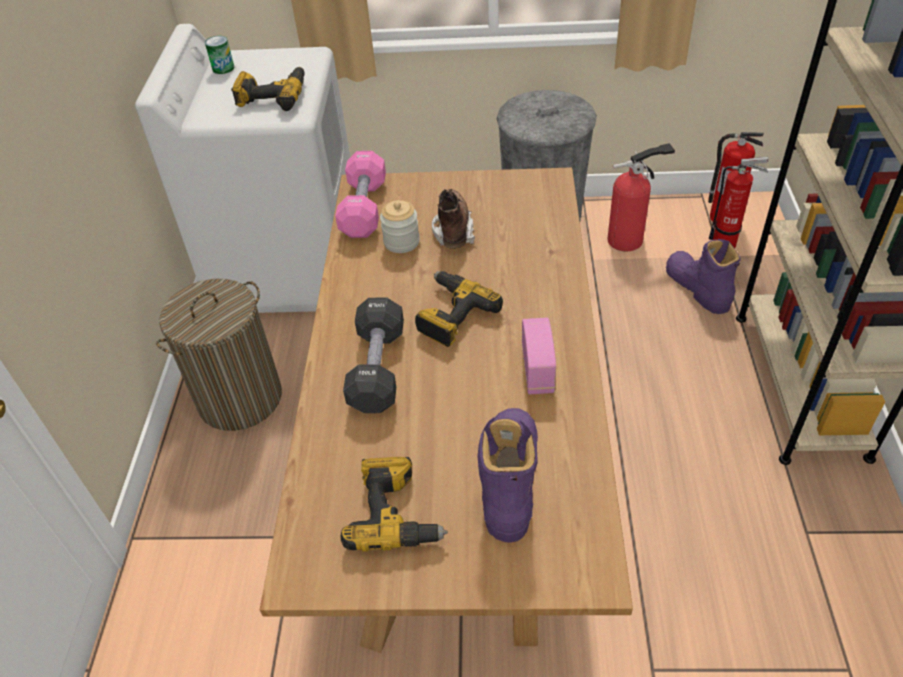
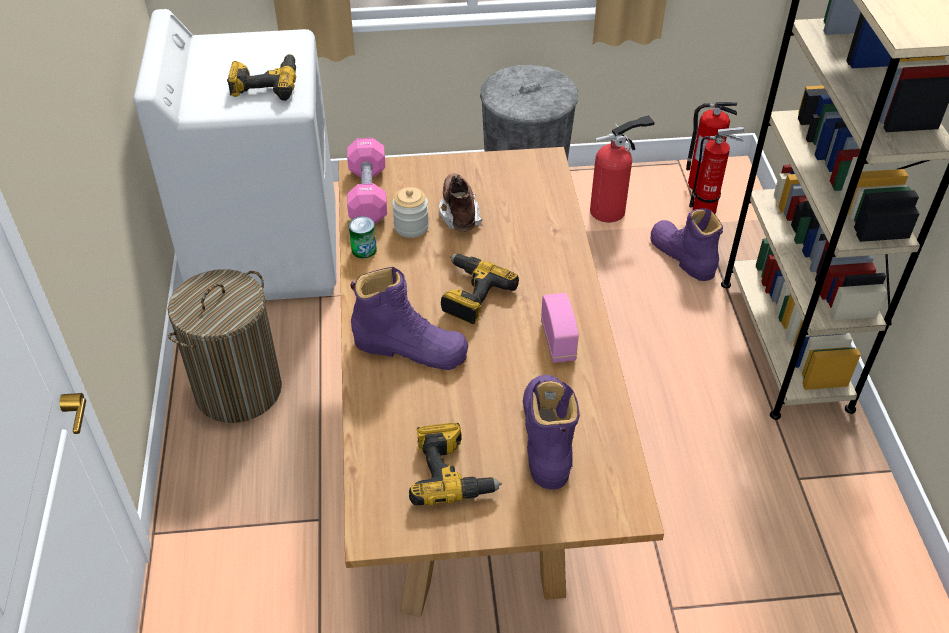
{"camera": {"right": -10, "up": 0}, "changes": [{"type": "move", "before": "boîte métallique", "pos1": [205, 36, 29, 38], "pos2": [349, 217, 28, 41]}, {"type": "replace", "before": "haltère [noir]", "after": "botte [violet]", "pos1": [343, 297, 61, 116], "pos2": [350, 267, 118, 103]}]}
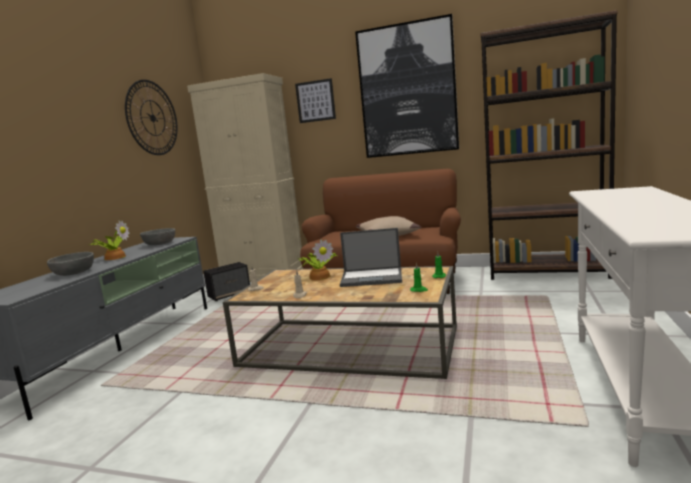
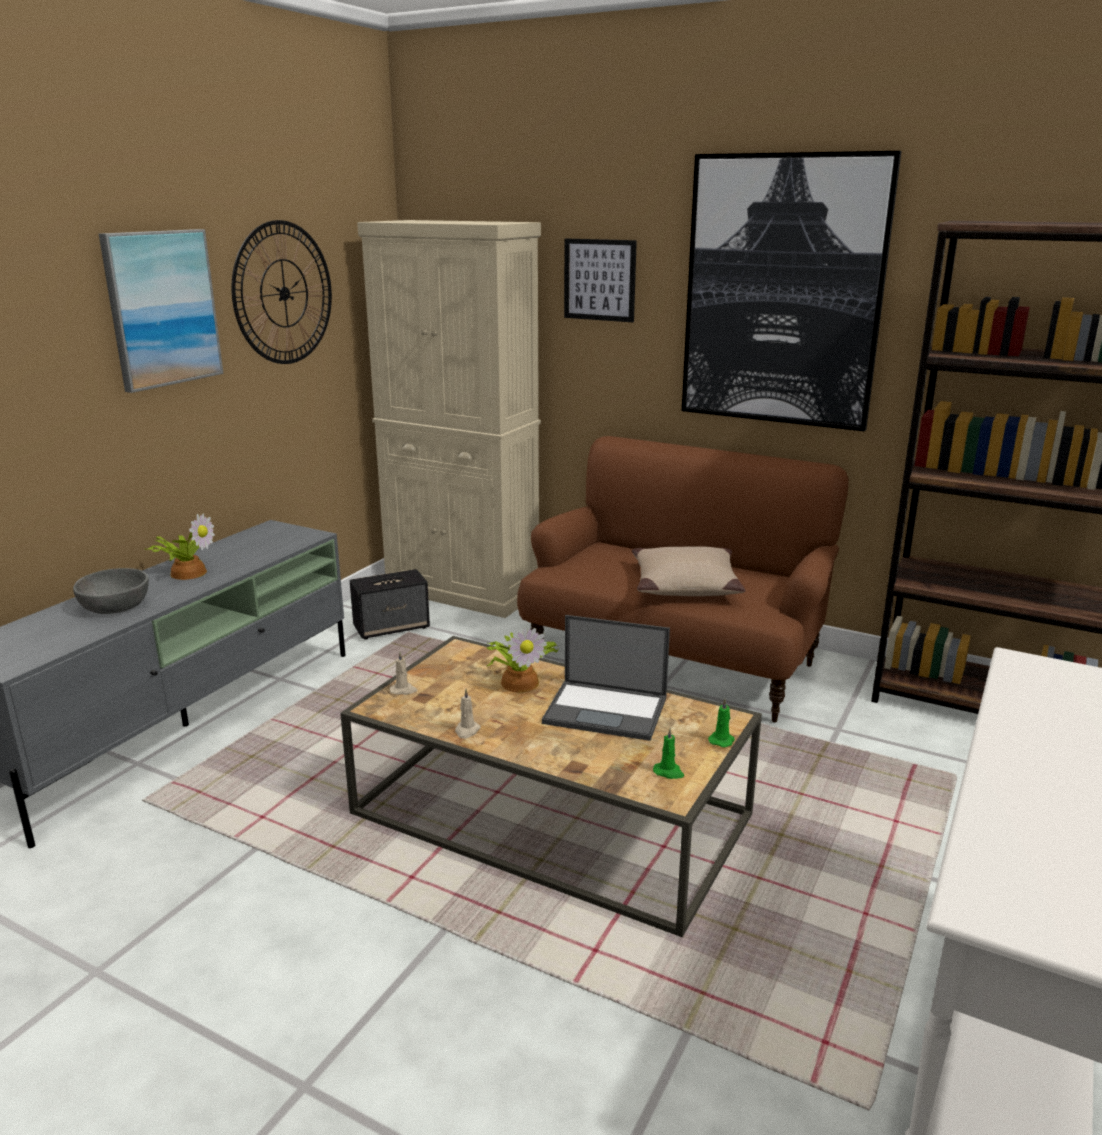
{"camera": {"right": 10, "up": 10}, "changes": [{"type": "delete", "before": "bol [gris]", "pos1": [140, 228, 35, 17]}, {"type": "insert", "after": "tableau", "pos2": [99, 229, 125, 164]}]}
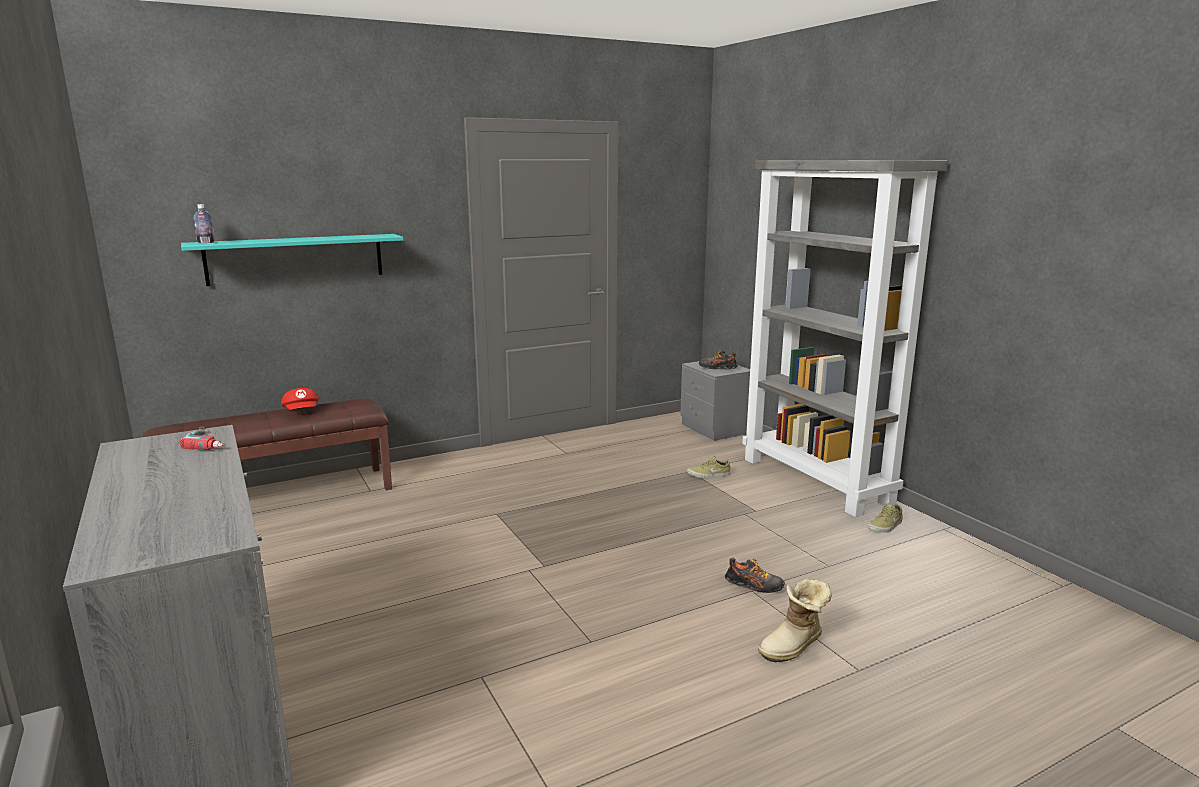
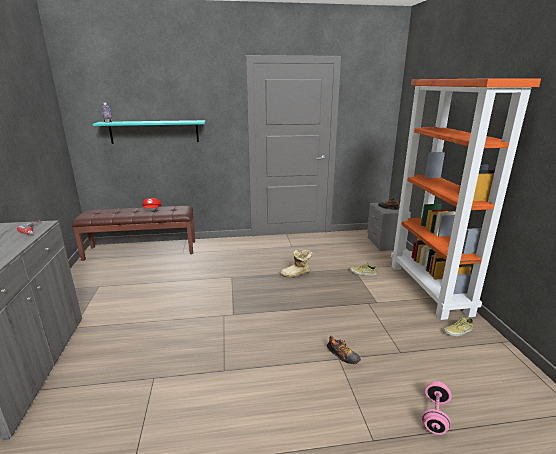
{"camera": {"right": 20, "up": 5}, "changes": [{"type": "recolor", "before": "bibliothèque [gris]", "after": "bibliothèque [orange]", "pos1": [742, 160, 206, 357], "pos2": [391, 78, 150, 242]}, {"type": "move", "before": "botte", "pos1": [758, 578, 74, 84], "pos2": [280, 250, 33, 27]}, {"type": "insert", "after": "haltère [rose]", "pos2": [422, 381, 30, 54]}]}
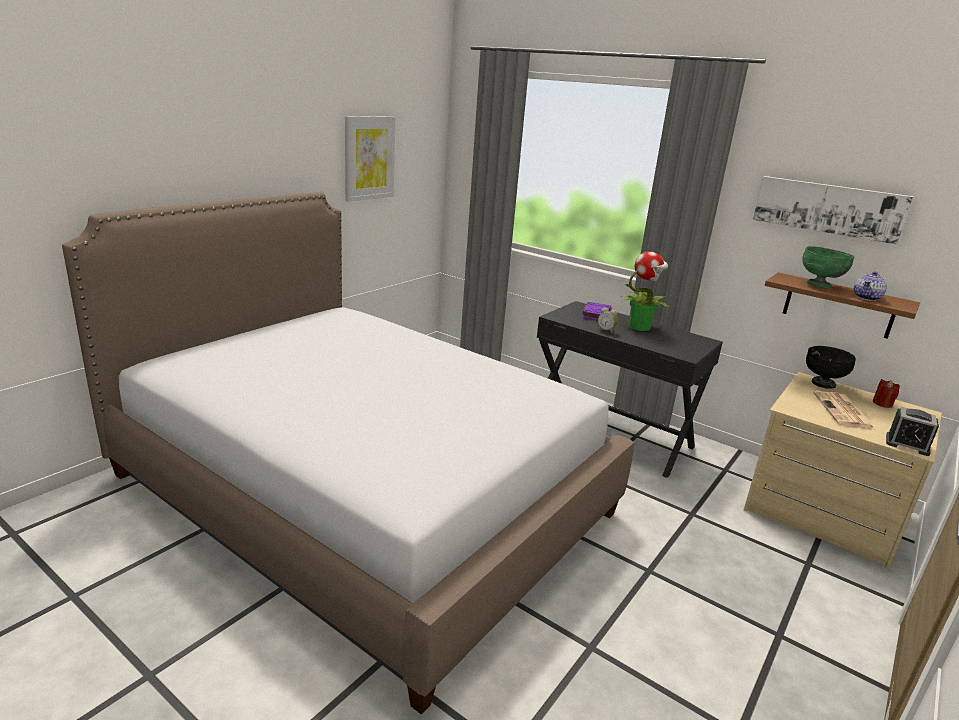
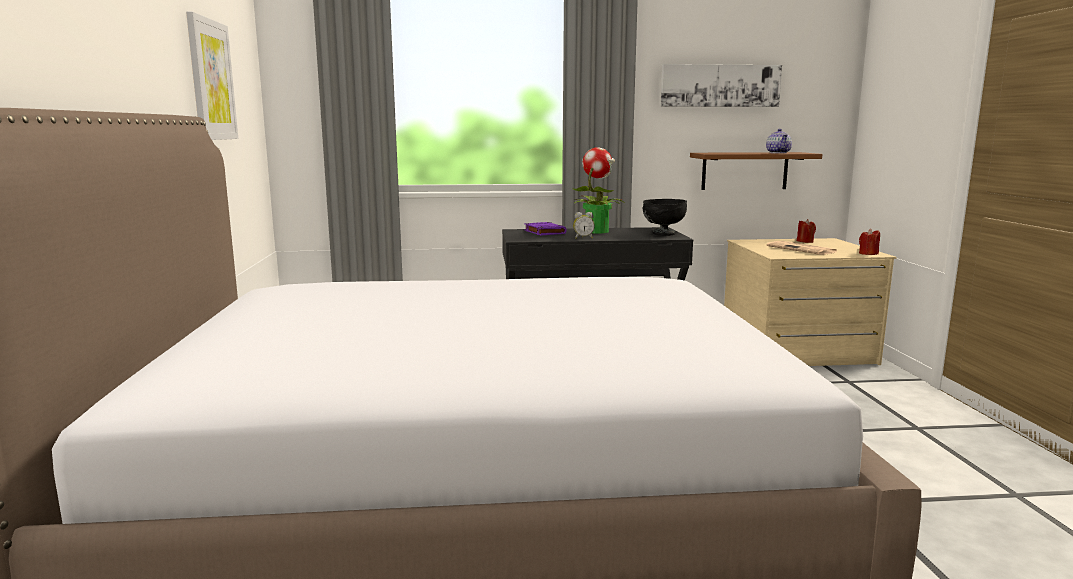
{"camera": {"right": -40, "up": -10}, "changes": [{"type": "delete", "before": "bol [vert]", "pos1": [803, 246, 52, 42]}, {"type": "move", "before": "bol [noir]", "pos1": [806, 346, 50, 43], "pos2": [642, 199, 45, 37]}, {"type": "replace", "before": "réveil", "after": "bougie [rouge]", "pos1": [886, 407, 53, 49], "pos2": [859, 229, 21, 26]}]}
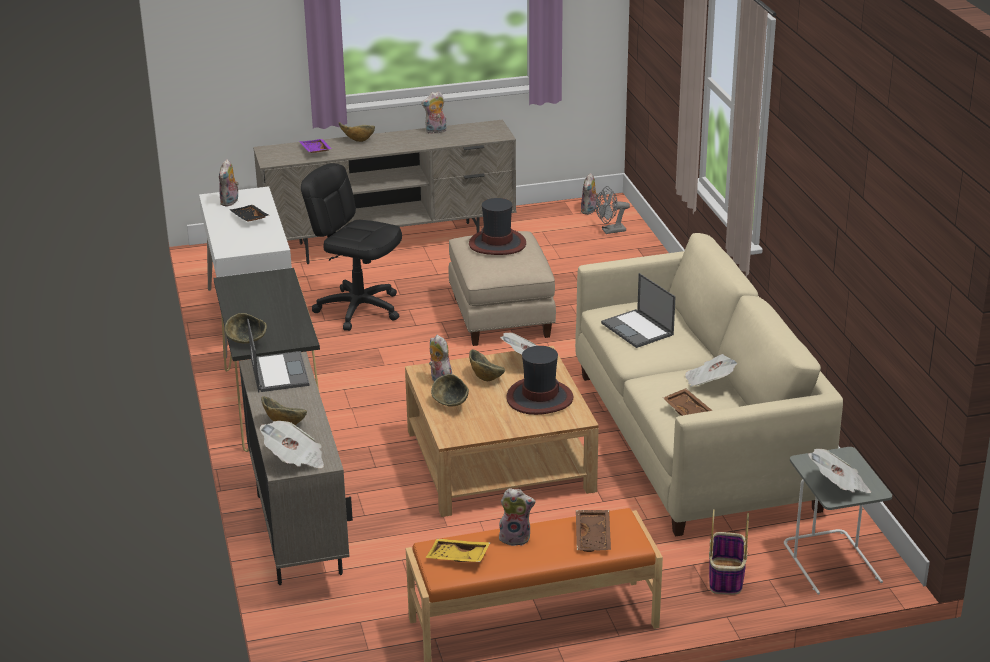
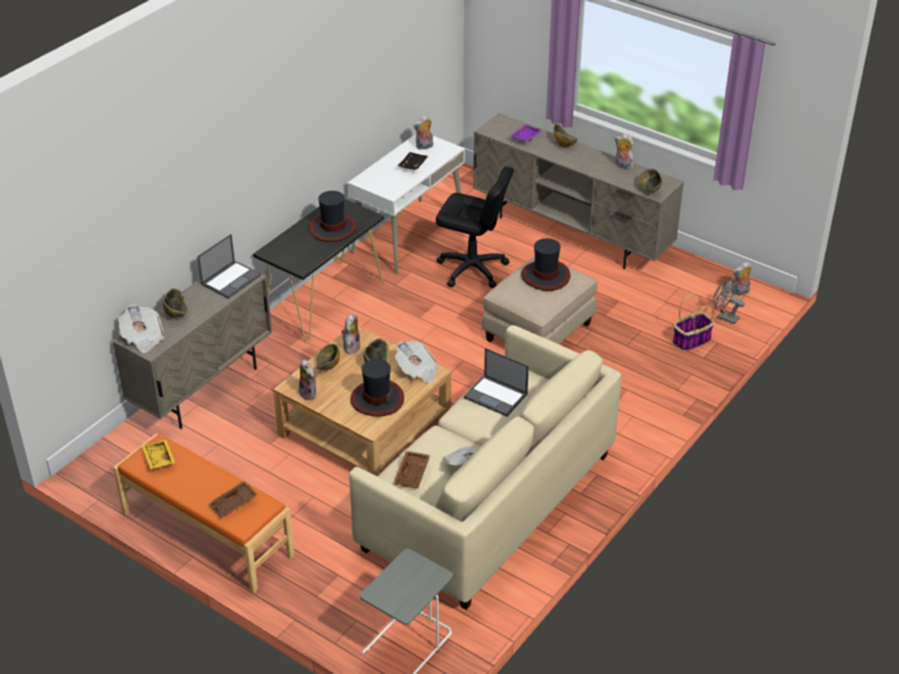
{"camera": {"right": 50, "up": 10}, "changes": [{"type": "move", "before": "bol", "pos1": [225, 313, 42, 30], "pos2": [638, 169, 24, 23]}, {"type": "rotate", "before": "chaise de bureau [noir]", "pos1": [301, 163, 101, 168], "pos2": [436, 167, 78, 121], "turn": 120}, {"type": "move", "before": "peluche", "pos1": [499, 488, 37, 58], "pos2": [299, 359, 18, 41]}, {"type": "rotate", "before": "ordinateur portable", "pos1": [601, 273, 75, 75], "pos2": [464, 348, 65, 69], "turn": -75}, {"type": "move", "before": "panier", "pos1": [709, 509, 40, 86], "pos2": [673, 294, 41, 57]}, {"type": "delete", "before": "journal", "pos1": [808, 449, 63, 44]}, {"type": "insert", "after": "chapeau", "pos2": [309, 191, 48, 51]}]}
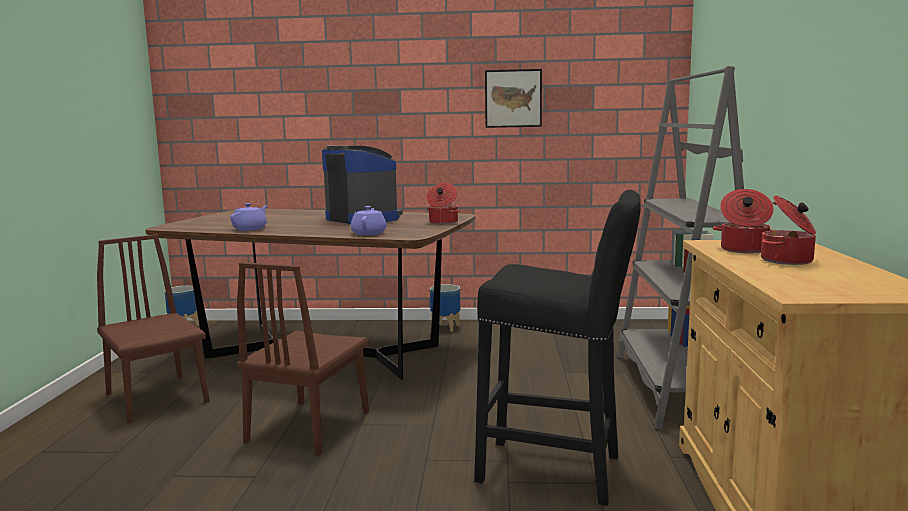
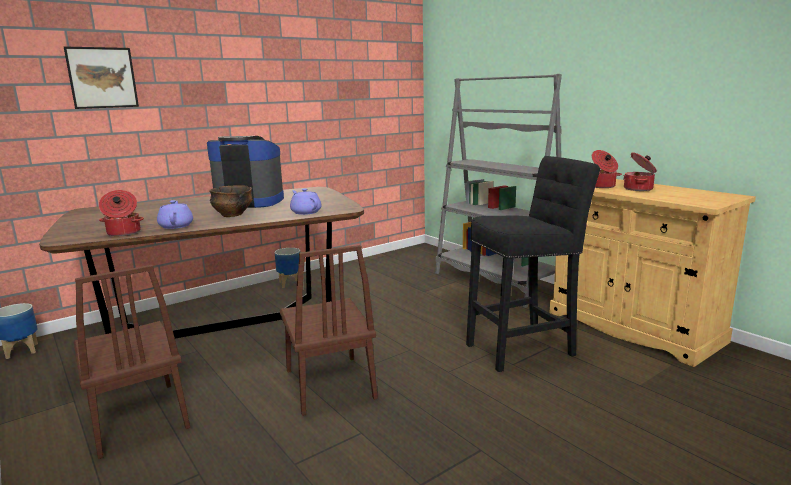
{"camera": {"right": -40, "up": 5}, "changes": [{"type": "rotate", "before": "chaise [marron]", "pos1": [97, 234, 112, 189], "pos2": [74, 265, 116, 194], "turn": -135}, {"type": "move", "before": "marmite", "pos1": [426, 183, 34, 41], "pos2": [99, 190, 45, 46]}, {"type": "move", "before": "tableau", "pos1": [485, 69, 57, 59], "pos2": [64, 46, 75, 63]}, {"type": "insert", "after": "bol", "pos2": [210, 185, 43, 32]}]}
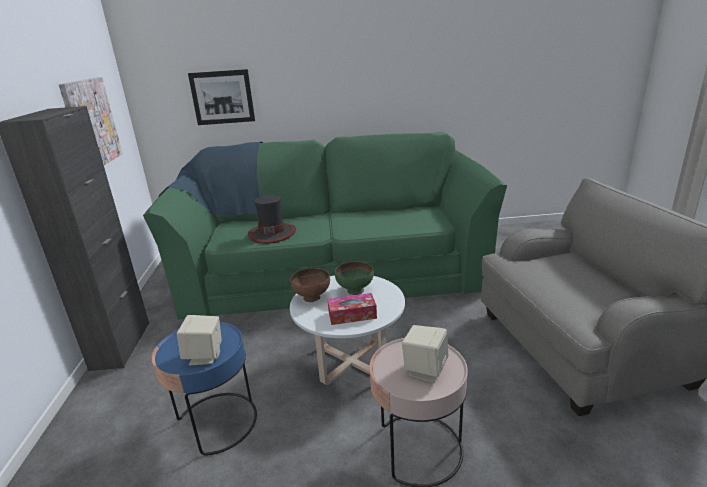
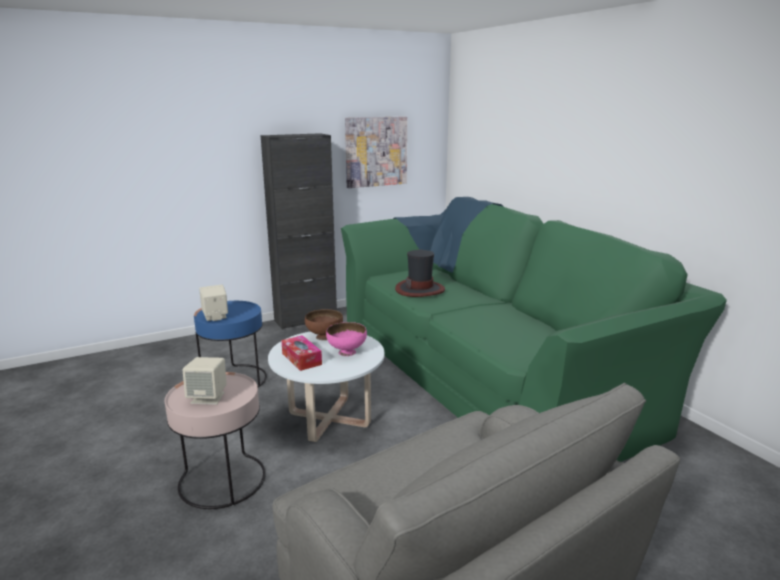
{"camera": {"right": 65, "up": -5}, "changes": [{"type": "delete", "before": "tableau", "pos1": [188, 69, 67, 56]}, {"type": "recolor", "before": "bol [vert]", "after": "bol [rose]", "pos1": [335, 261, 39, 34], "pos2": [326, 322, 41, 34]}]}
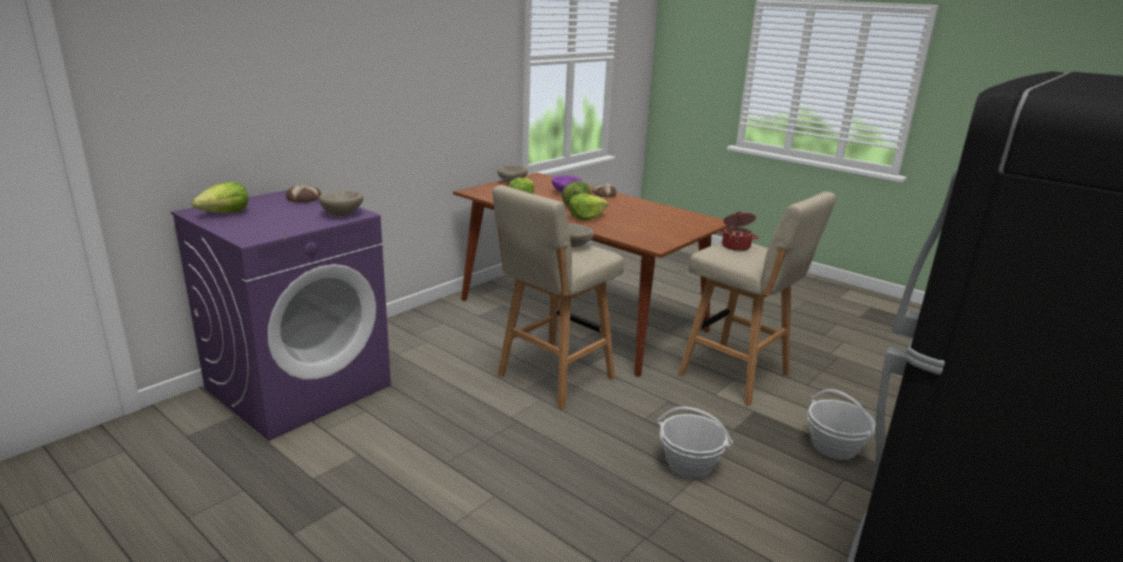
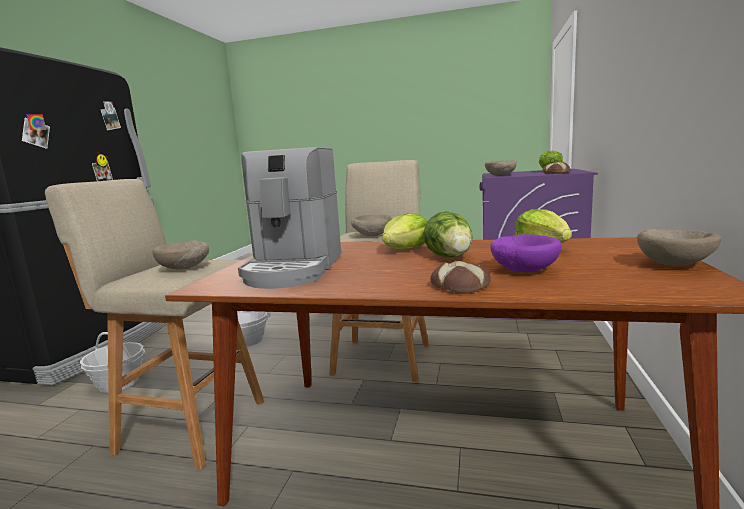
{"camera": {"right": 155, "up": -10}, "changes": [{"type": "replace", "before": "marmite", "after": "bol [beige]", "pos1": [717, 212, 42, 39], "pos2": [153, 240, 56, 29]}, {"type": "insert", "after": "machine à café", "pos2": [238, 147, 103, 142]}]}
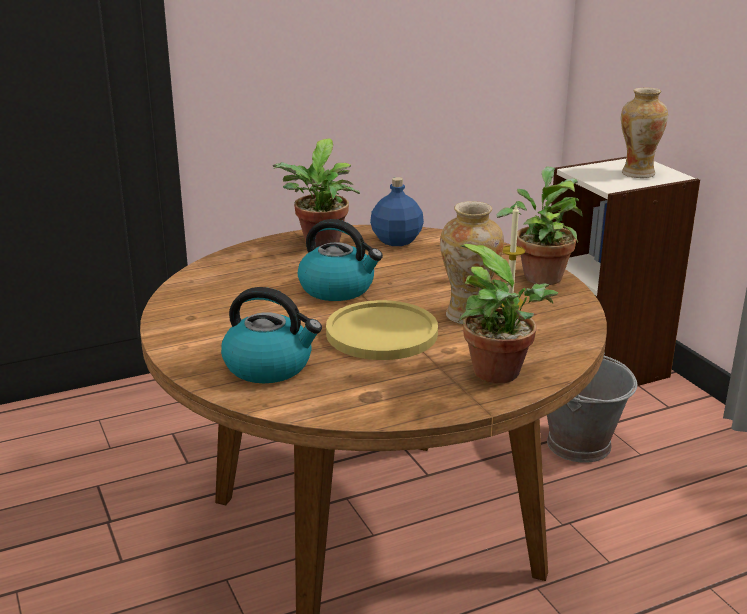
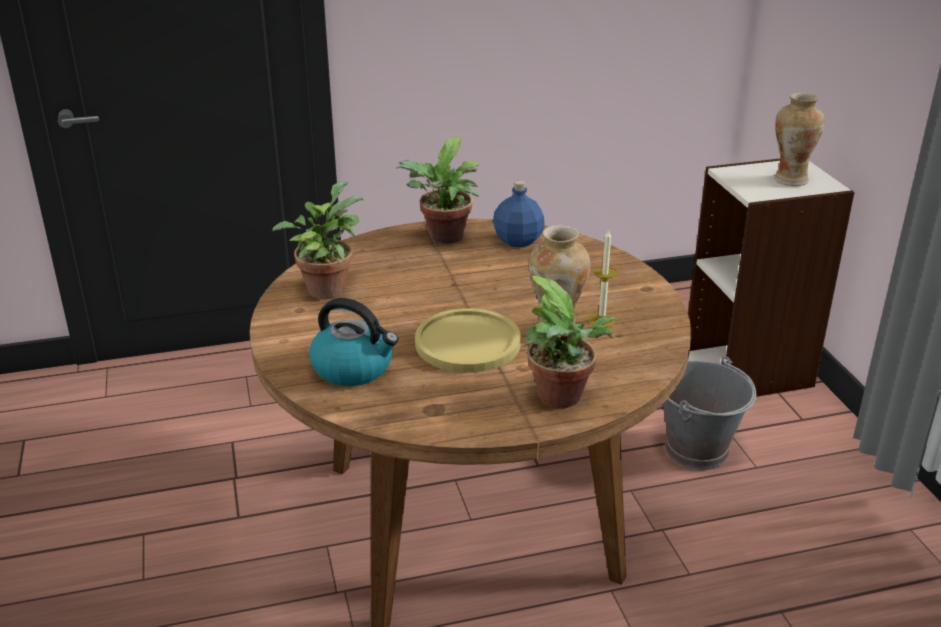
{"camera": {"right": 10, "up": 5}, "changes": [{"type": "delete", "before": "bouilloire", "pos1": [298, 219, 85, 82]}, {"type": "move", "before": "plante en pot", "pos1": [496, 167, 87, 118], "pos2": [273, 181, 90, 118]}]}
